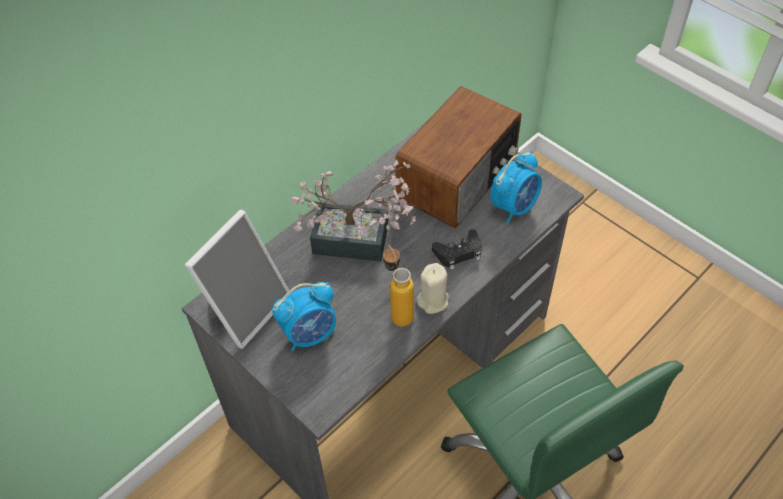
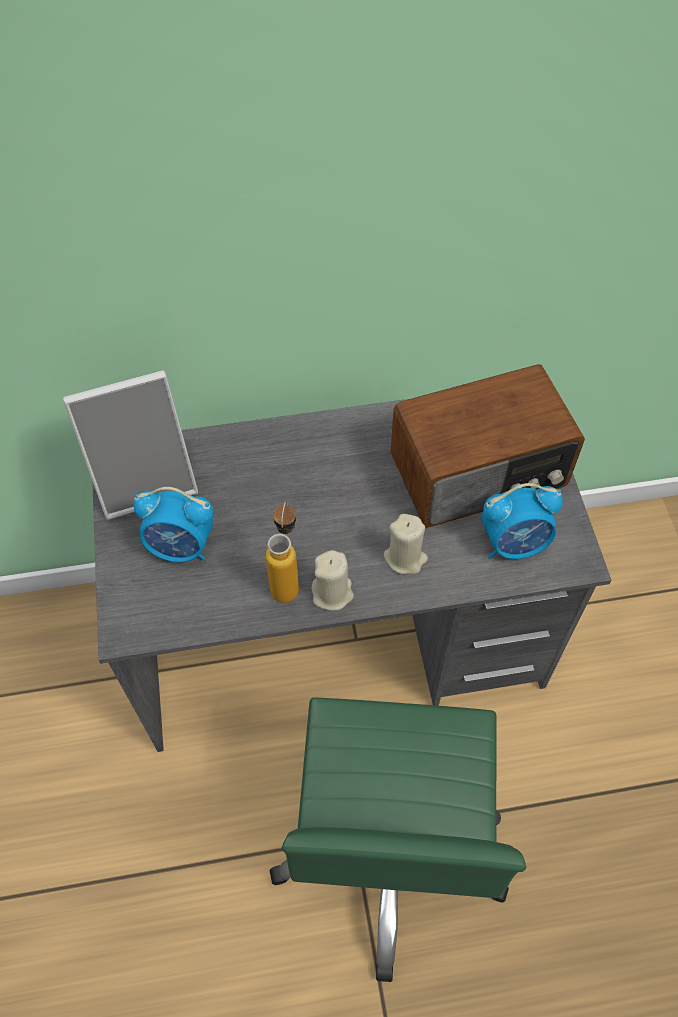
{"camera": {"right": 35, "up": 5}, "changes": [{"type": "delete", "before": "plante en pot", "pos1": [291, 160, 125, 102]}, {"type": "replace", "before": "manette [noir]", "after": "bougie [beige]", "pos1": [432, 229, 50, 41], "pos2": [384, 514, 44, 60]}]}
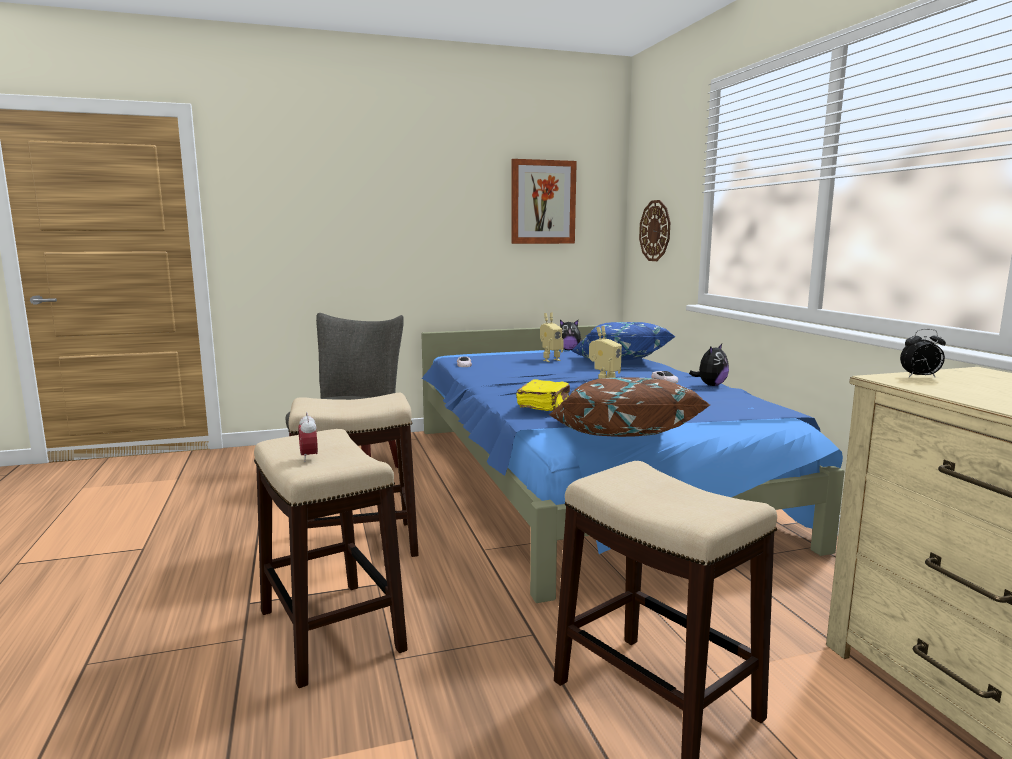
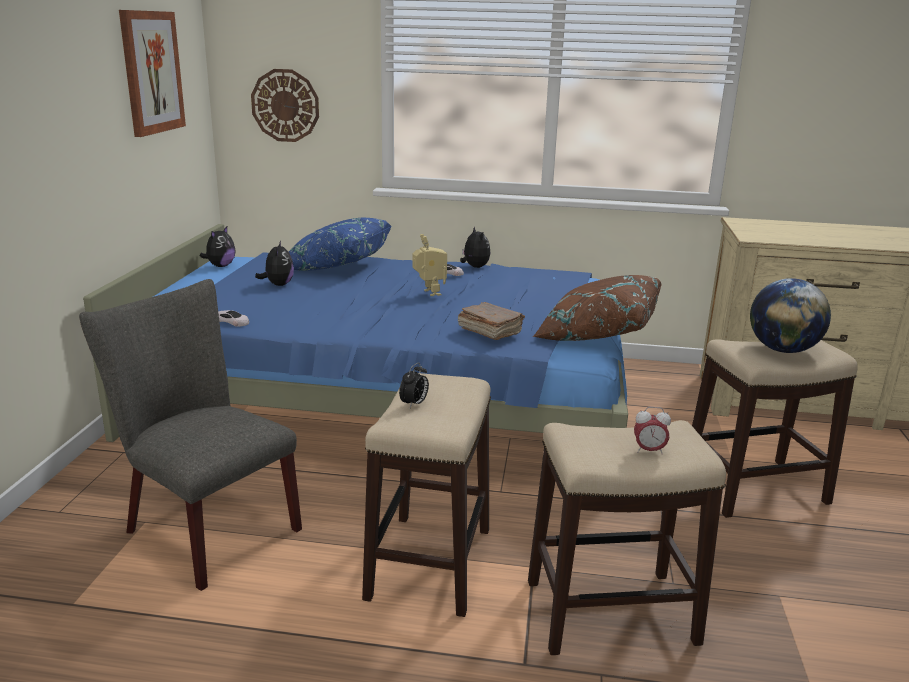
{"camera": {"right": -65, "up": 10}, "changes": [{"type": "recolor", "before": "livre [jaune]", "after": "livre [marron]", "pos1": [516, 379, 54, 32], "pos2": [458, 302, 67, 38]}, {"type": "replace", "before": "robot jouet", "after": "peluche", "pos1": [540, 313, 24, 49], "pos2": [255, 241, 39, 45]}, {"type": "move", "before": "réveil", "pos1": [900, 329, 46, 48], "pos2": [399, 363, 30, 45]}, {"type": "insert", "after": "globe", "pos2": [750, 278, 81, 75]}]}
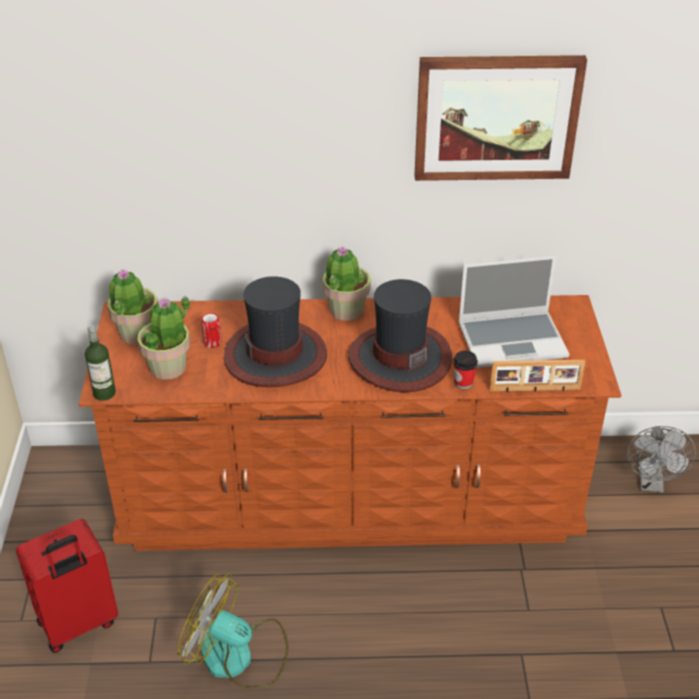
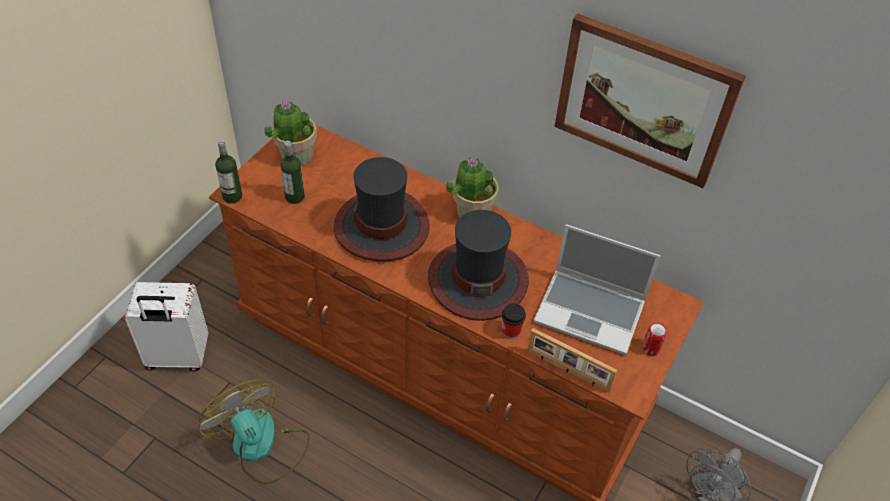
{"camera": {"right": 30, "up": 10}, "changes": [{"type": "recolor", "before": "valise [rouge]", "after": "valise [blanc]", "pos1": [16, 519, 102, 134], "pos2": [125, 282, 84, 89]}, {"type": "replace", "before": "plante en pot", "after": "bouteille", "pos1": [137, 296, 53, 84], "pos2": [280, 141, 25, 63]}, {"type": "move", "before": "boîte métallique", "pos1": [201, 313, 20, 35], "pos2": [642, 323, 25, 33]}]}
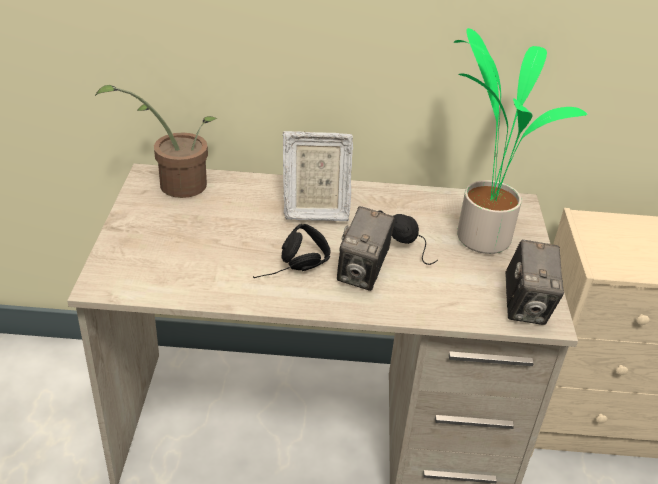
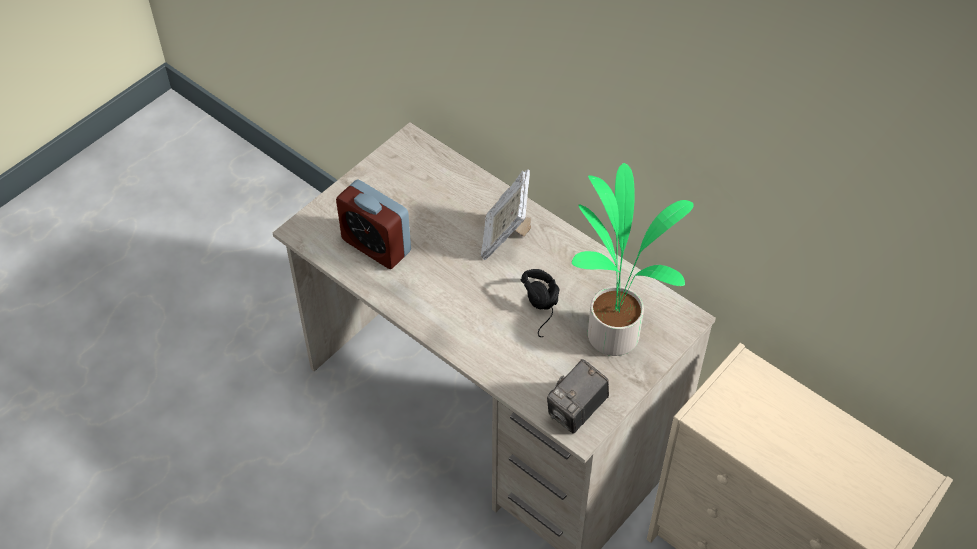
{"camera": {"right": 40, "up": 15}, "changes": [{"type": "delete", "before": "plante en pot", "pos1": [95, 85, 123, 113]}, {"type": "delete", "before": "casque audio [noir]", "pos1": [253, 223, 78, 55]}, {"type": "rotate", "before": "cadre photo", "pos1": [282, 131, 71, 90], "pos2": [481, 169, 50, 91], "turn": 60}, {"type": "delete", "before": "appareil photo", "pos1": [337, 206, 58, 85]}, {"type": "insert", "after": "réveil", "pos2": [336, 179, 75, 90]}]}
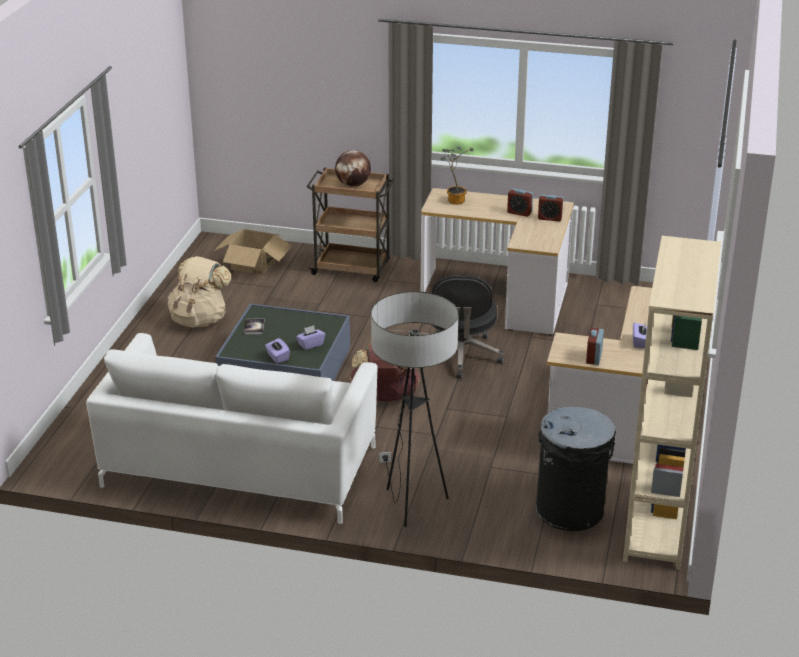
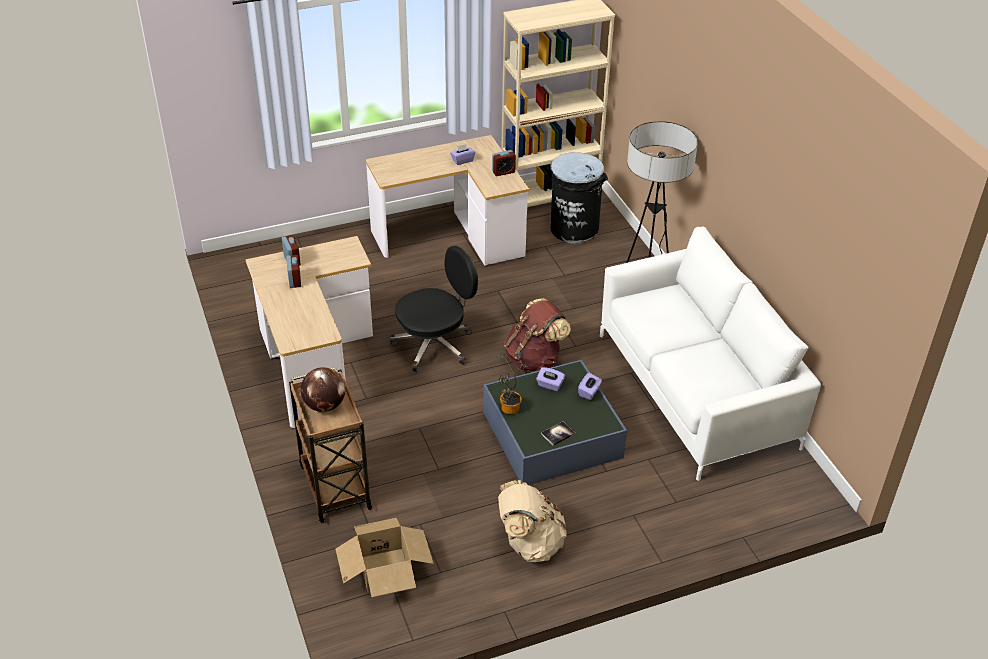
{"camera": {"right": -125, "up": 10}, "changes": [{"type": "move", "before": "plante en pot", "pos1": [441, 147, 33, 58], "pos2": [496, 352, 32, 62]}]}
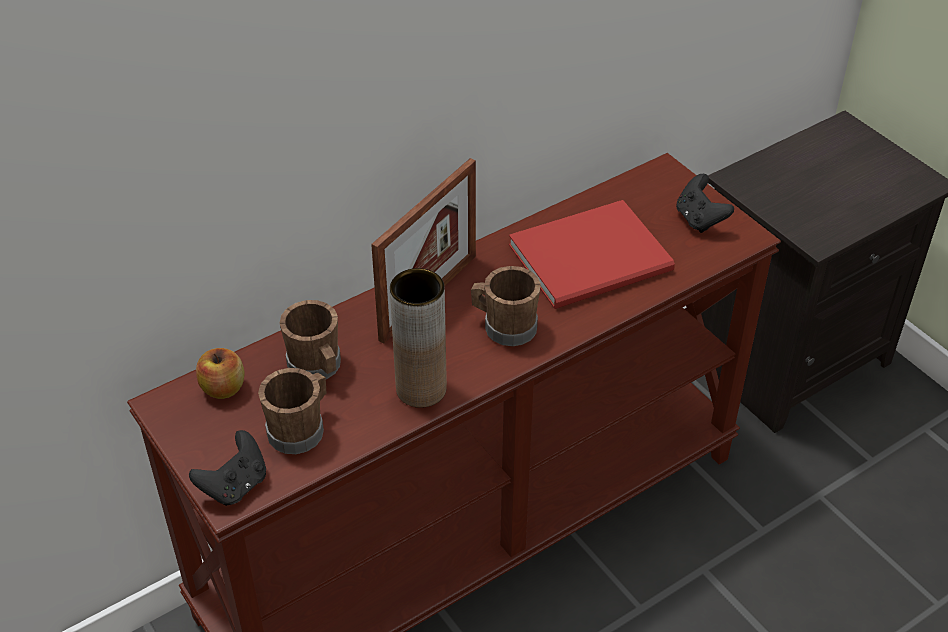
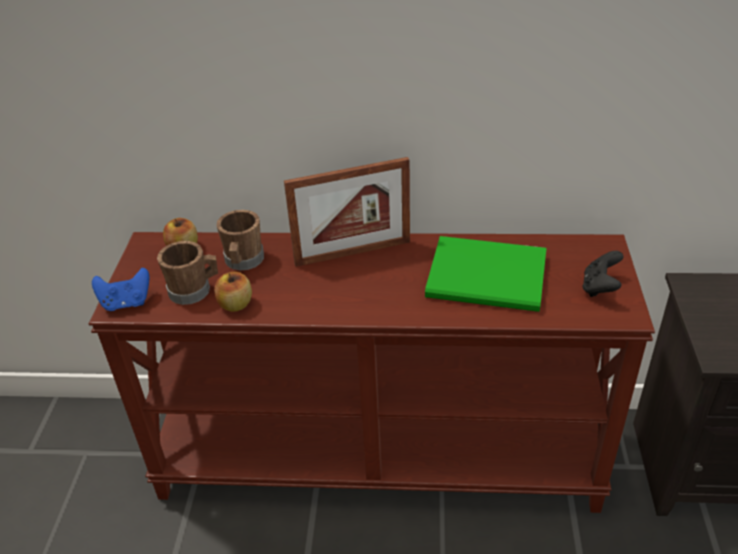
{"camera": {"right": 40, "up": -5}, "changes": [{"type": "recolor", "before": "manette [noir]", "after": "manette [bleu]", "pos1": [189, 430, 77, 76], "pos2": [92, 268, 57, 43]}, {"type": "delete", "before": "vase [marron]", "pos1": [390, 268, 57, 140]}, {"type": "delete", "before": "mug [marron]", "pos1": [471, 266, 70, 80]}, {"type": "recolor", "before": "livre [rouge]", "after": "livre [vert]", "pos1": [509, 200, 166, 109], "pos2": [425, 236, 121, 76]}, {"type": "insert", "after": "pomme", "pos2": [214, 272, 38, 39]}]}
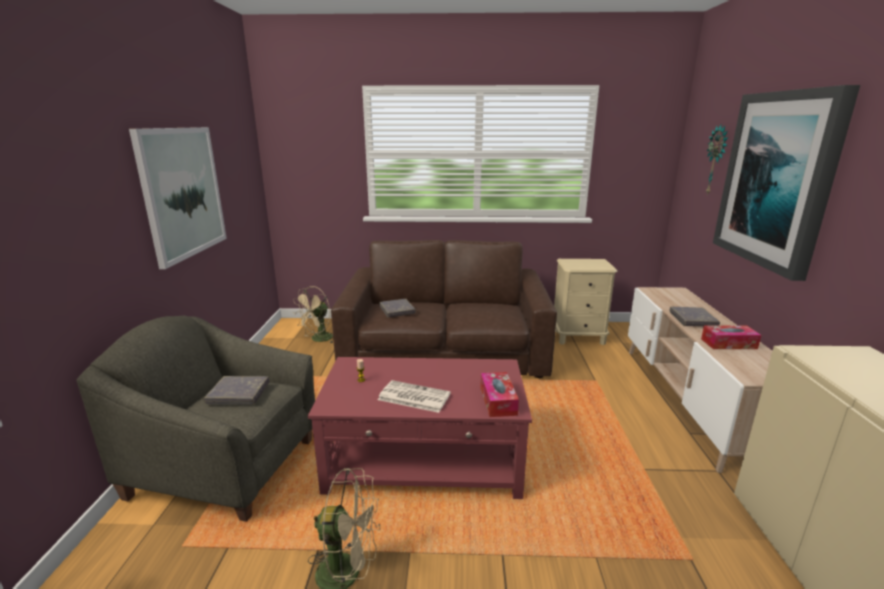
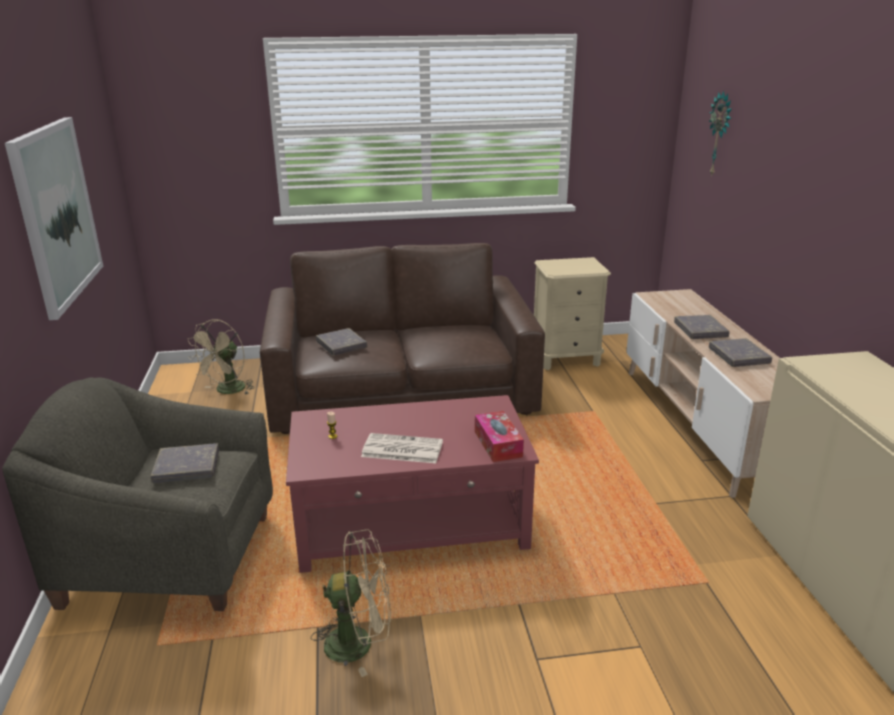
{"camera": {"right": -10, "up": 5}, "changes": [{"type": "replace", "before": "boîte à mouchoirs", "after": "livre [gris]", "pos1": [701, 326, 60, 23], "pos2": [709, 338, 63, 29]}, {"type": "delete", "before": "tableau", "pos1": [713, 85, 147, 196]}]}
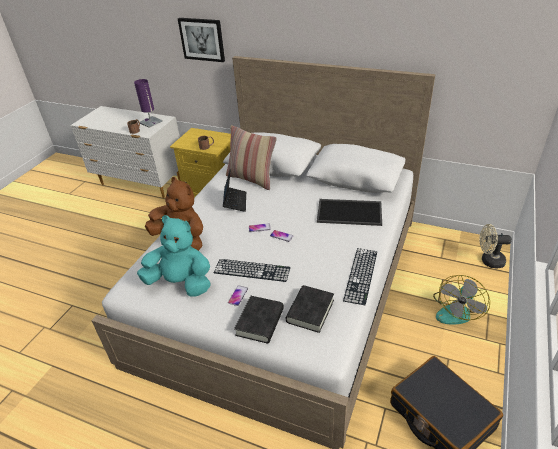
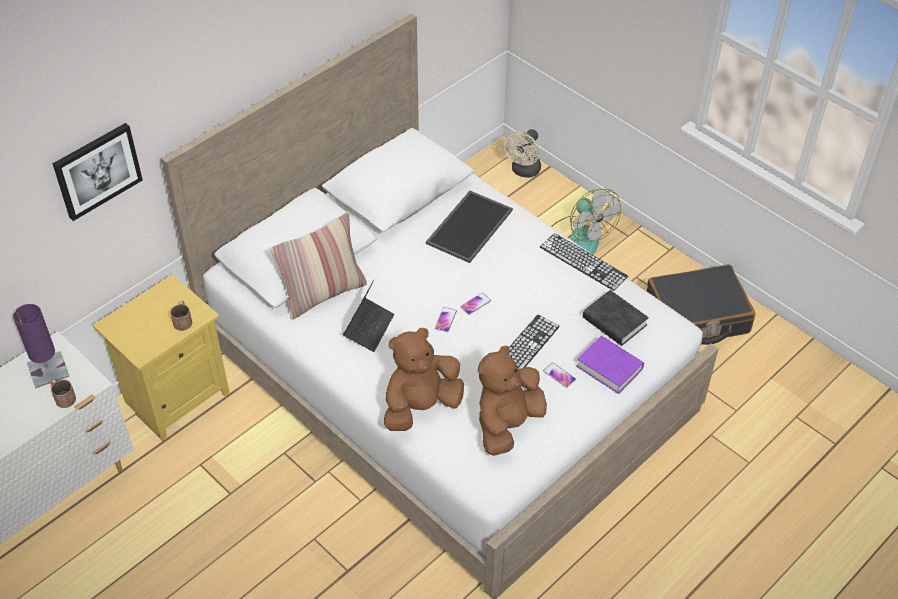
{"camera": {"right": -70, "up": 10}, "changes": [{"type": "recolor", "before": "peluche [turquoise]", "after": "peluche [marron]", "pos1": [137, 215, 74, 81], "pos2": [478, 345, 69, 111]}, {"type": "rotate", "before": "ordinateur portable", "pos1": [223, 169, 23, 43], "pos2": [343, 280, 51, 72], "turn": 90}, {"type": "recolor", "before": "livre [noir]", "after": "livre [violet]", "pos1": [234, 296, 50, 47], "pos2": [576, 336, 68, 58]}]}
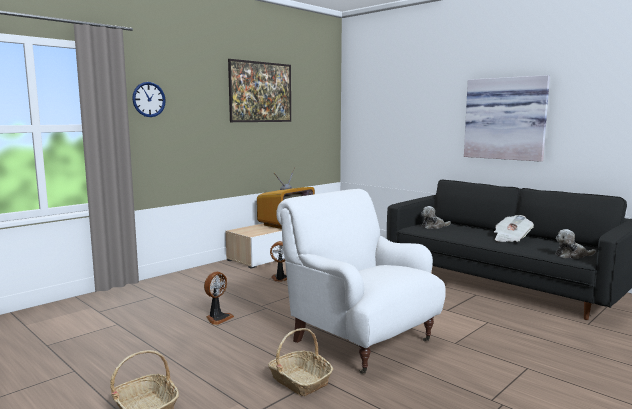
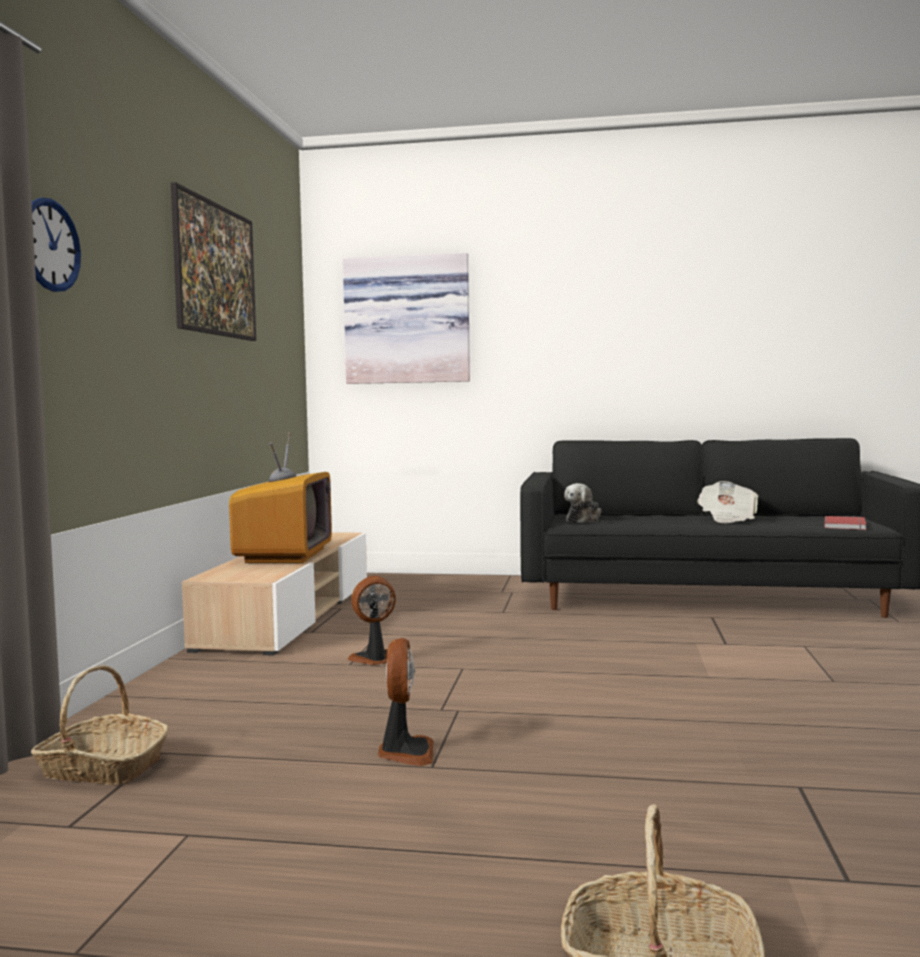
{"camera": {"right": -35, "up": -5}, "changes": [{"type": "move", "before": "panier", "pos1": [268, 328, 65, 68], "pos2": [31, 665, 138, 120]}, {"type": "delete", "before": "fauteuil [blanc]", "pos1": [276, 189, 170, 185]}, {"type": "move", "before": "tableau", "pos1": [464, 75, 86, 87], "pos2": [343, 253, 127, 131]}, {"type": "replace", "before": "peluche", "after": "livre [rouge]", "pos1": [556, 229, 40, 30], "pos2": [824, 516, 42, 14]}]}
